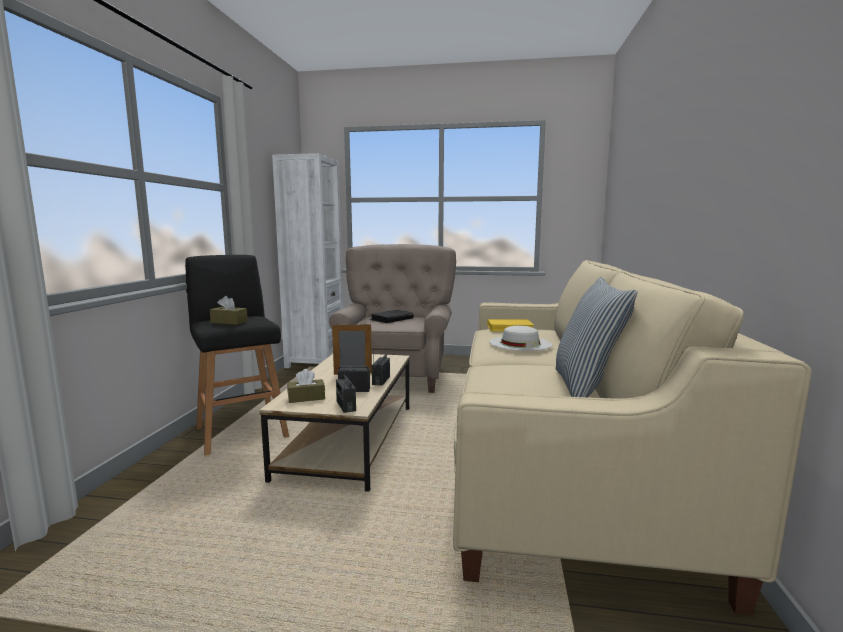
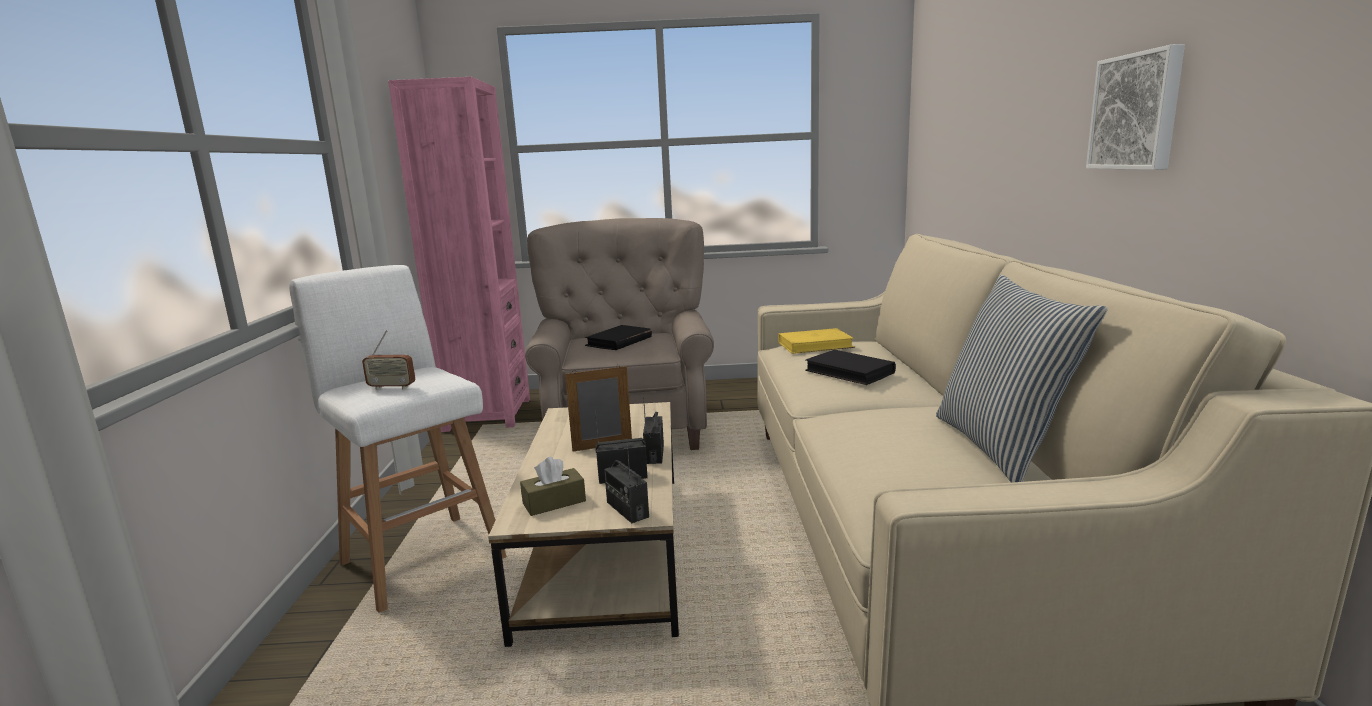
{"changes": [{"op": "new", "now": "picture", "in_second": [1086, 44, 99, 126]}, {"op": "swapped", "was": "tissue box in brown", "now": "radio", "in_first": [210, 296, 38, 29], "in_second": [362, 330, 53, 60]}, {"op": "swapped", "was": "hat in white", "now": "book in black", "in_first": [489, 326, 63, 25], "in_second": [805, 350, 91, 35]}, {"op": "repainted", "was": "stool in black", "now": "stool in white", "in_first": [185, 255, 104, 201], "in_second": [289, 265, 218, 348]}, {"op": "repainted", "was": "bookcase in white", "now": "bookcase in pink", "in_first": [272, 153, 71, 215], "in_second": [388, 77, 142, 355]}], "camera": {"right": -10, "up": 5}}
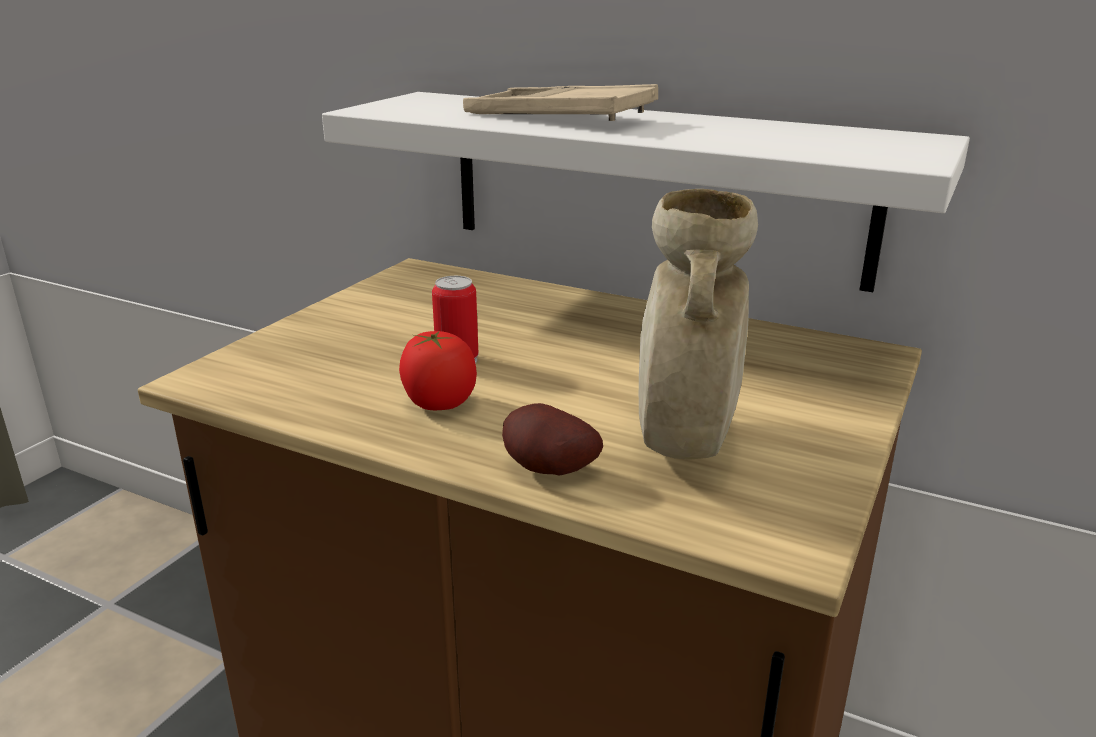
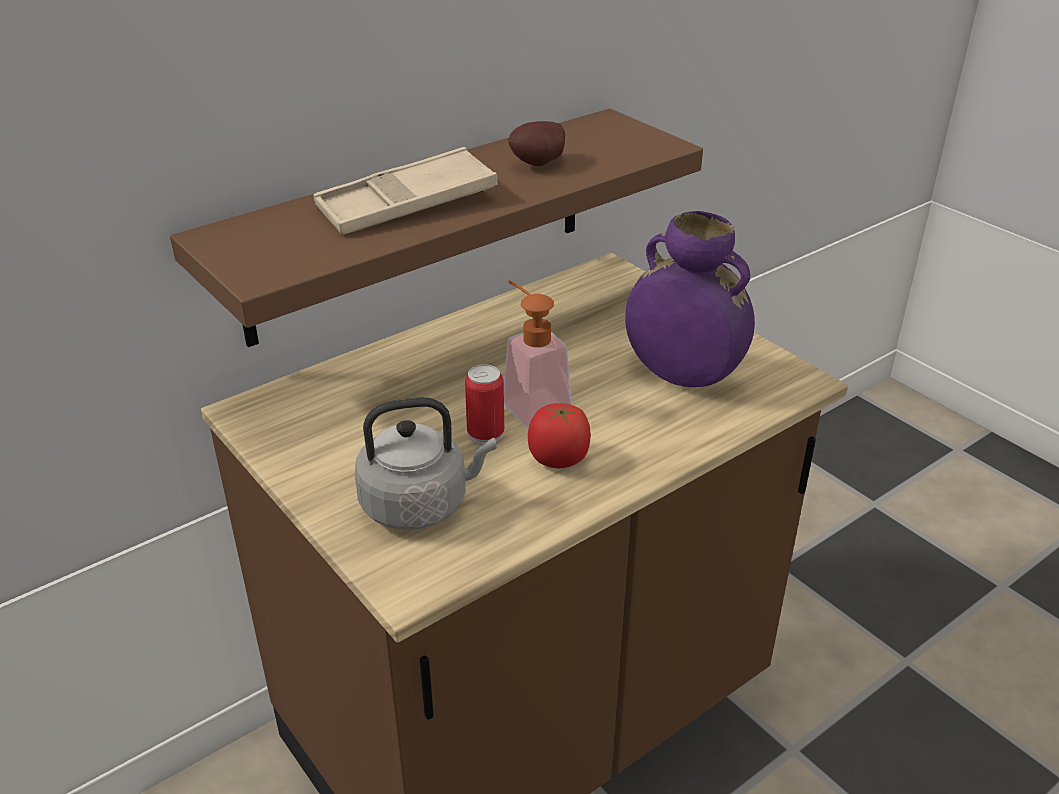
{"changes": [{"op": "new", "now": "kettle in grey", "in_second": [355, 397, 142, 133]}, {"op": "new", "now": "soap dispenser", "in_second": [504, 280, 68, 148]}, {"op": "shifted", "was": "potato", "in_first": [502, 403, 101, 73], "in_second": [508, 121, 57, 45]}, {"op": "repainted", "was": "shelf in white", "now": "shelf in brown", "in_first": [322, 92, 648, 200], "in_second": [170, 108, 533, 239]}, {"op": "repainted", "was": "vase in beige", "now": "vase in purple", "in_first": [639, 189, 119, 271], "in_second": [625, 211, 130, 176]}], "camera": {"right": -65, "up": 10}}
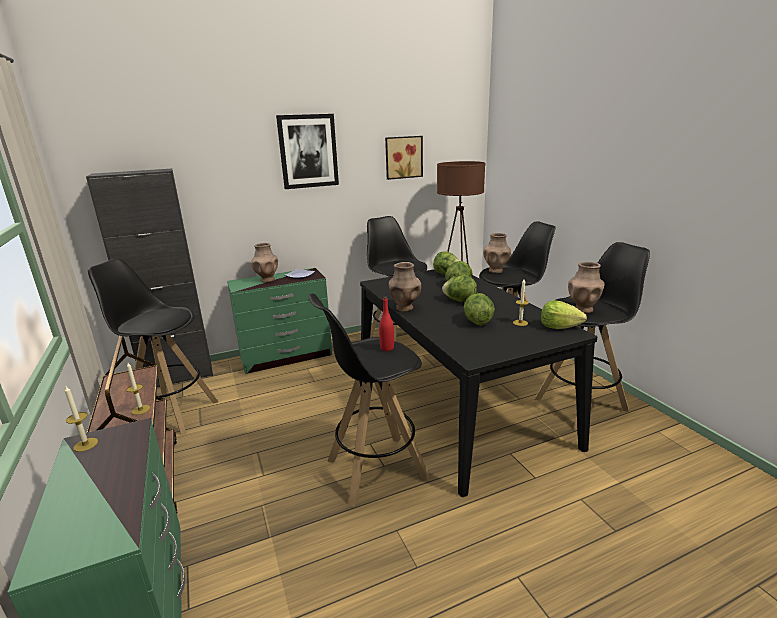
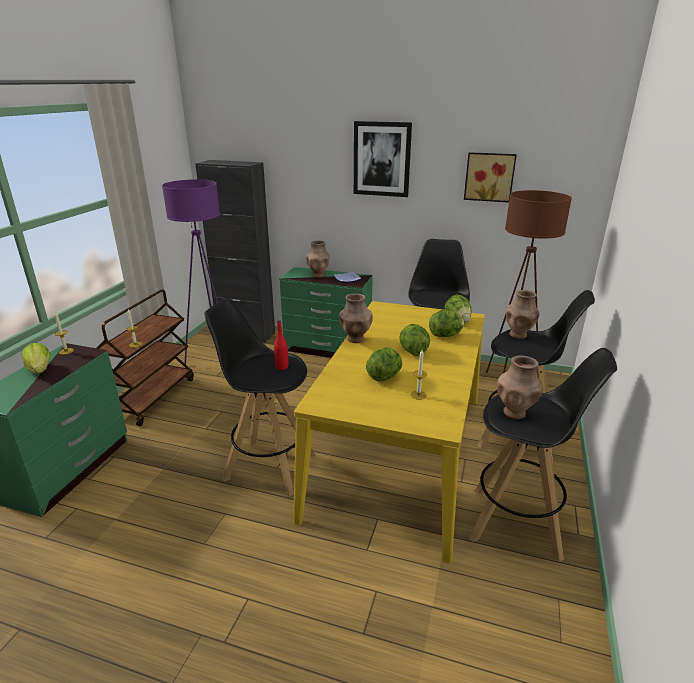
{"changes": [{"op": "shifted", "was": "lettuce", "in_first": [541, 300, 46, 29], "in_second": [22, 343, 28, 31]}, {"op": "swapped", "was": "stool in black", "now": "floor lamp in purple", "in_first": [88, 259, 130, 176], "in_second": [162, 179, 58, 185]}, {"op": "repainted", "was": "dining table in black", "now": "dining table in yellow", "in_first": [360, 269, 237, 228], "in_second": [293, 301, 192, 262]}], "camera": {"right": 40, "up": 5}}
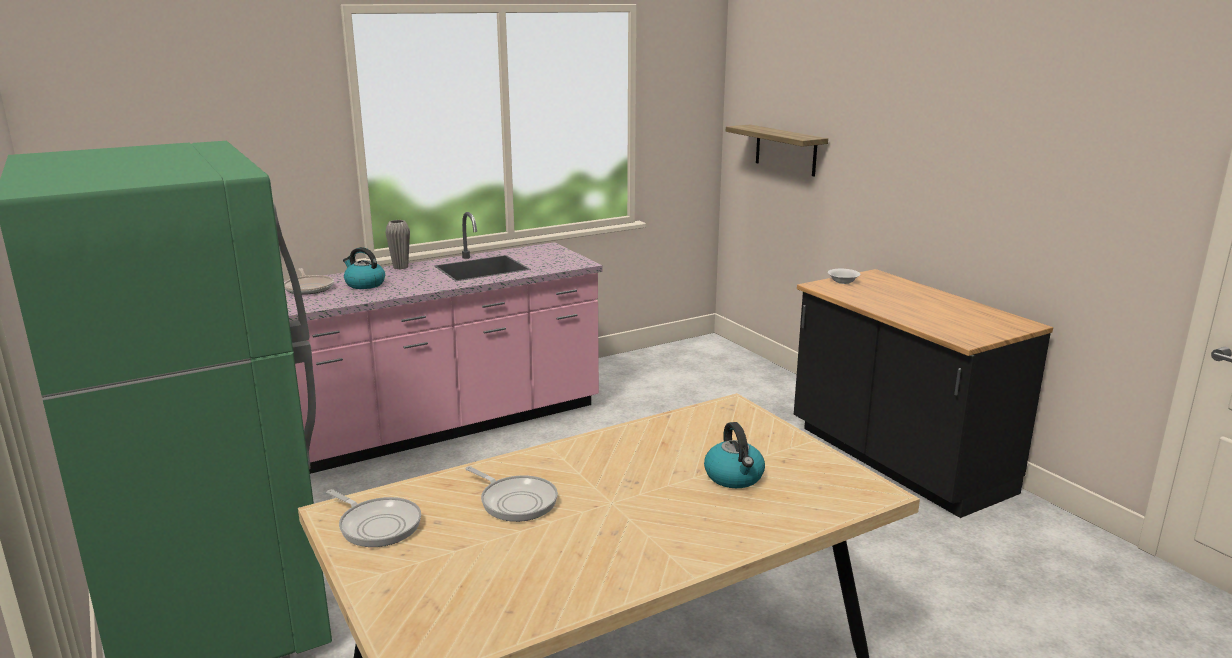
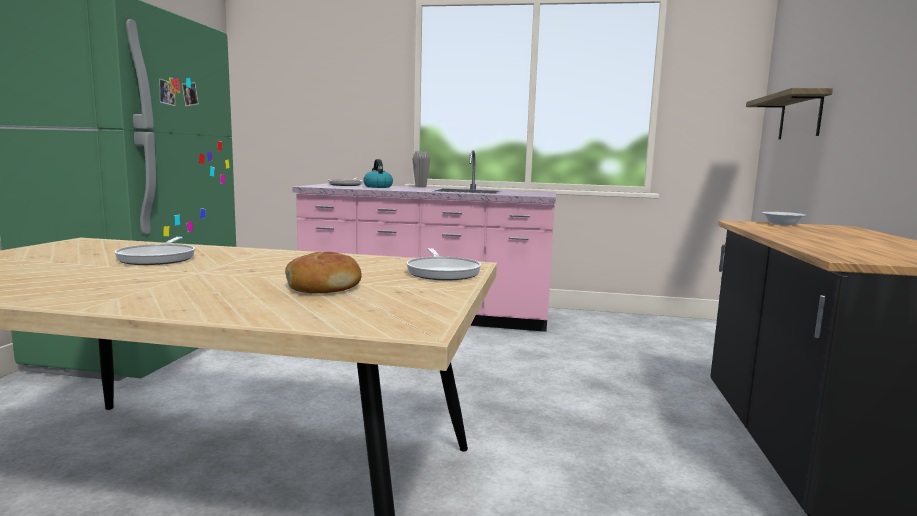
{"changes": [{"op": "shifted", "was": "frying pan", "in_first": [326, 489, 95, 58], "in_second": [406, 248, 75, 32]}, {"op": "swapped", "was": "kettle", "now": "bread", "in_first": [704, 422, 61, 66], "in_second": [285, 252, 77, 42]}], "camera": {"right": 40, "up": -10}}
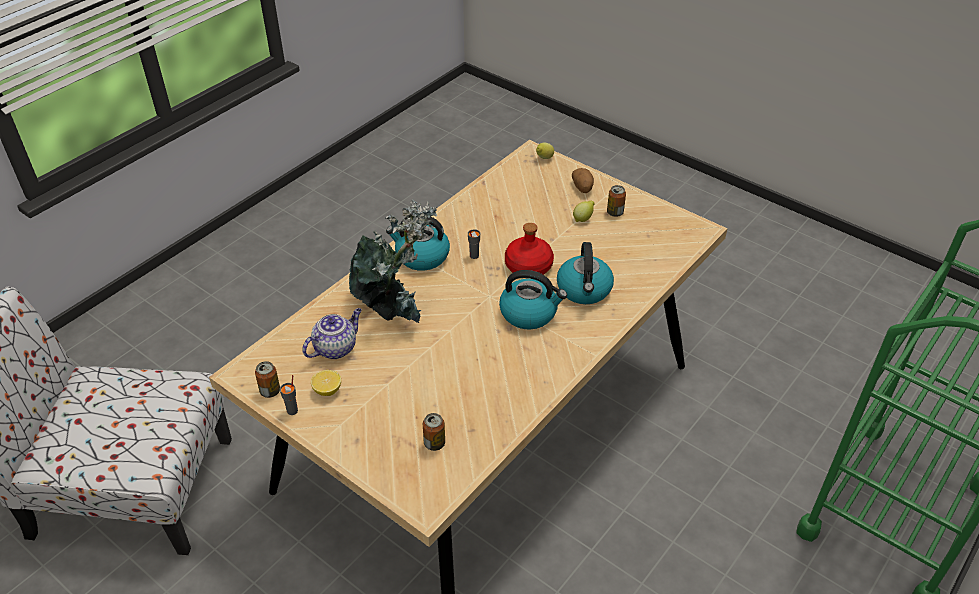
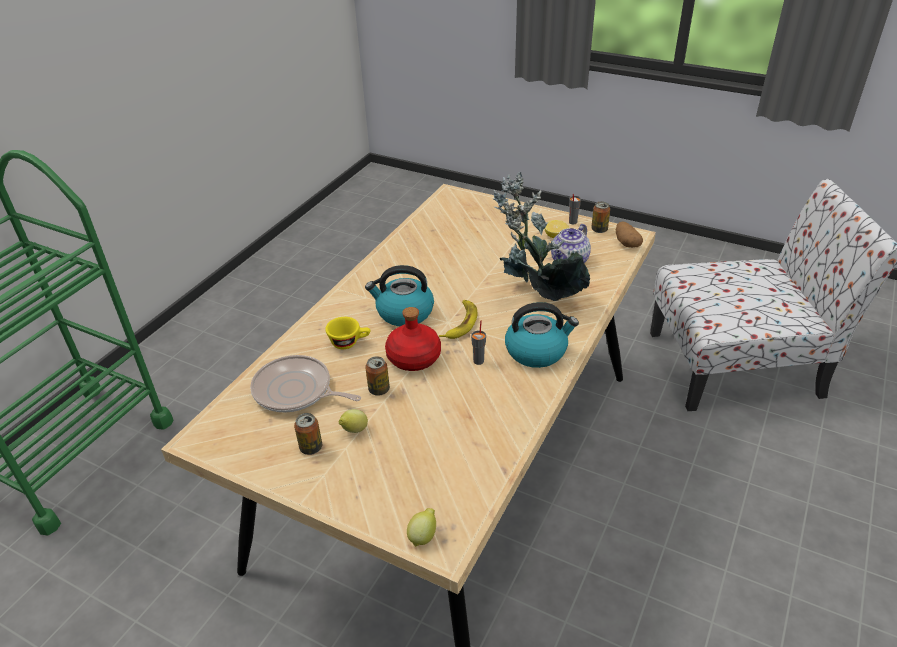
{"changes": [{"op": "new", "now": "frying pan", "in_second": [250, 355, 111, 58]}, {"op": "new", "now": "banana", "in_second": [439, 300, 38, 39]}, {"op": "shifted", "was": "can", "in_first": [423, 413, 22, 38], "in_second": [365, 356, 25, 40]}, {"op": "shifted", "was": "potato", "in_first": [572, 168, 22, 25], "in_second": [616, 221, 27, 27]}, {"op": "swapped", "was": "kettle", "now": "cup in yellow", "in_first": [557, 242, 57, 62], "in_second": [325, 317, 45, 32]}], "camera": {"right": 170, "up": -5}}
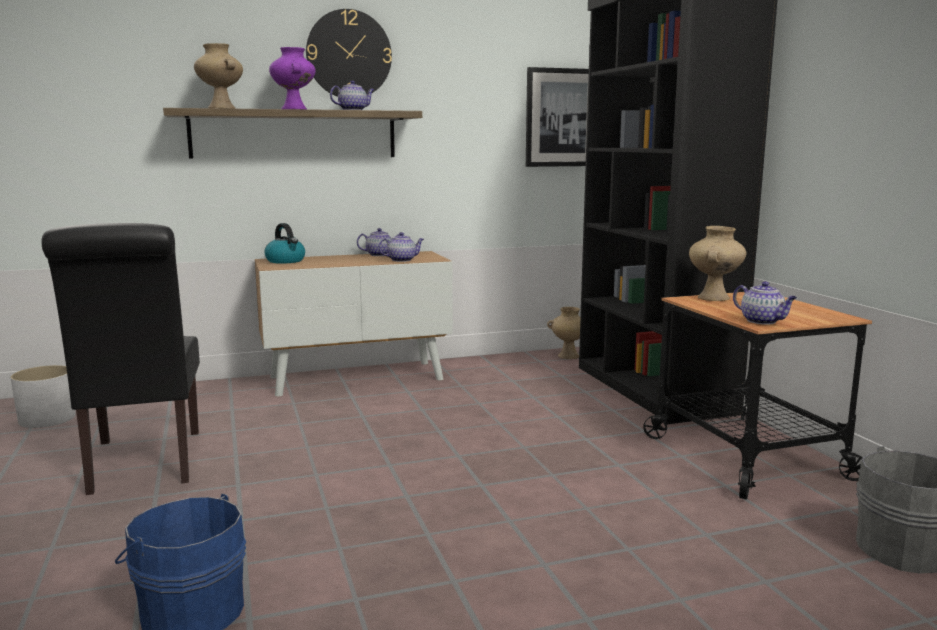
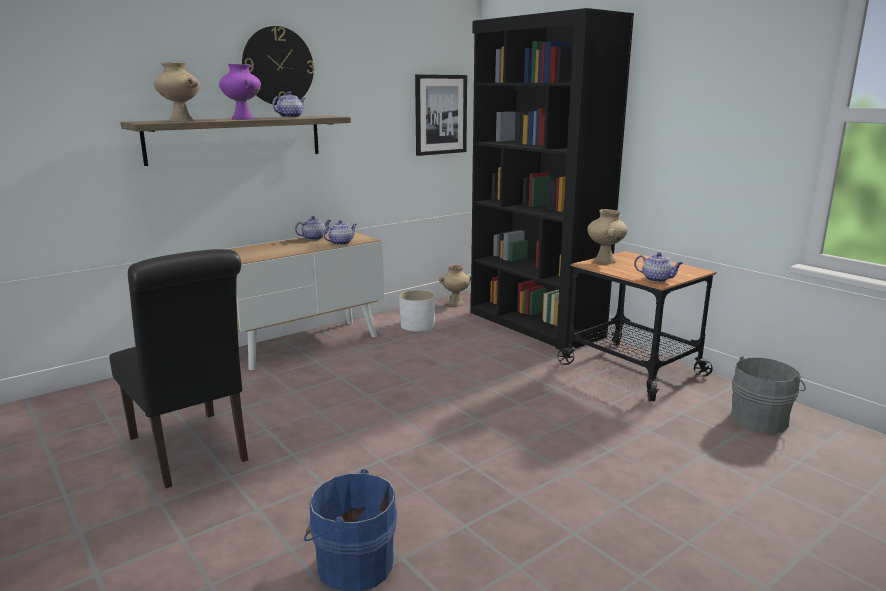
{"changes": [{"op": "gone", "was": "kettle", "in_first": [265, 223, 40, 41]}, {"op": "shifted", "was": "planter in white", "in_first": [11, 365, 65, 63], "in_second": [399, 290, 36, 42]}], "camera": {"right": -20, "up": 5}}
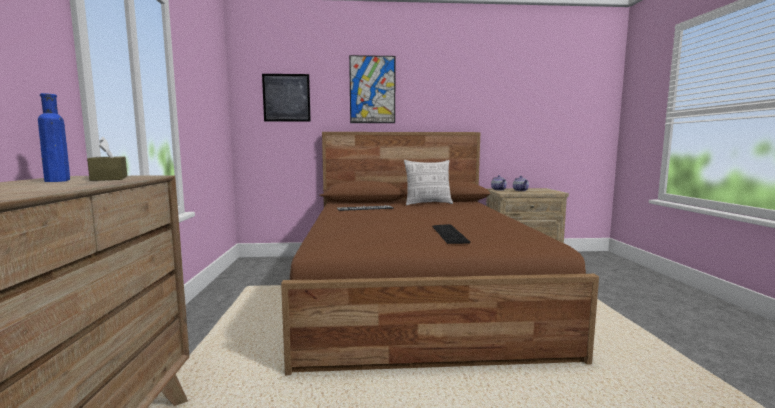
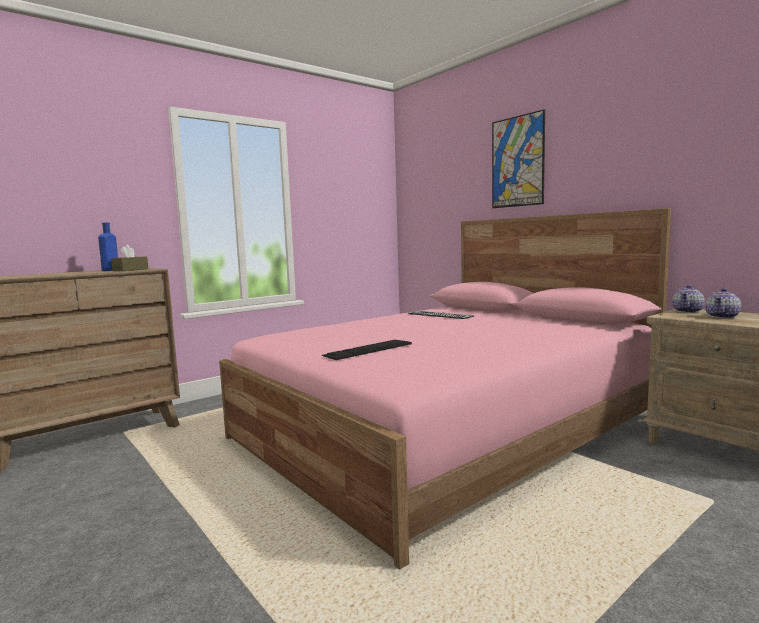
{"changes": [{"op": "gone", "was": "picture", "in_first": [262, 74, 49, 48]}, {"op": "gone", "was": "pillow", "in_first": [404, 160, 49, 45]}, {"op": "repainted", "was": "bed in brown", "now": "bed in pink", "in_first": [281, 132, 318, 243], "in_second": [219, 208, 452, 361]}], "camera": {"right": 55, "up": 0}}
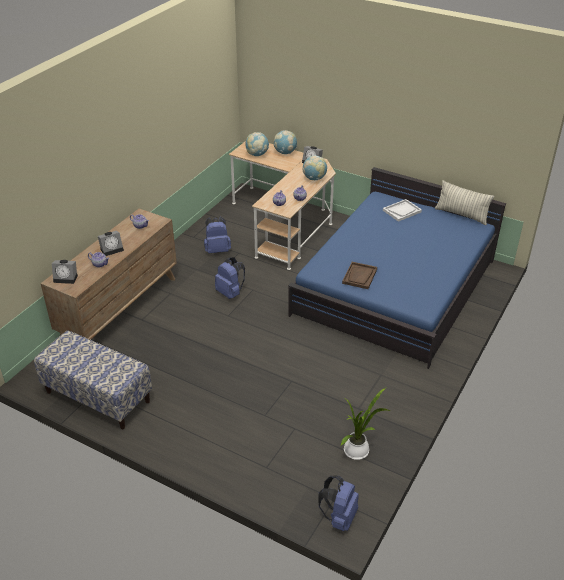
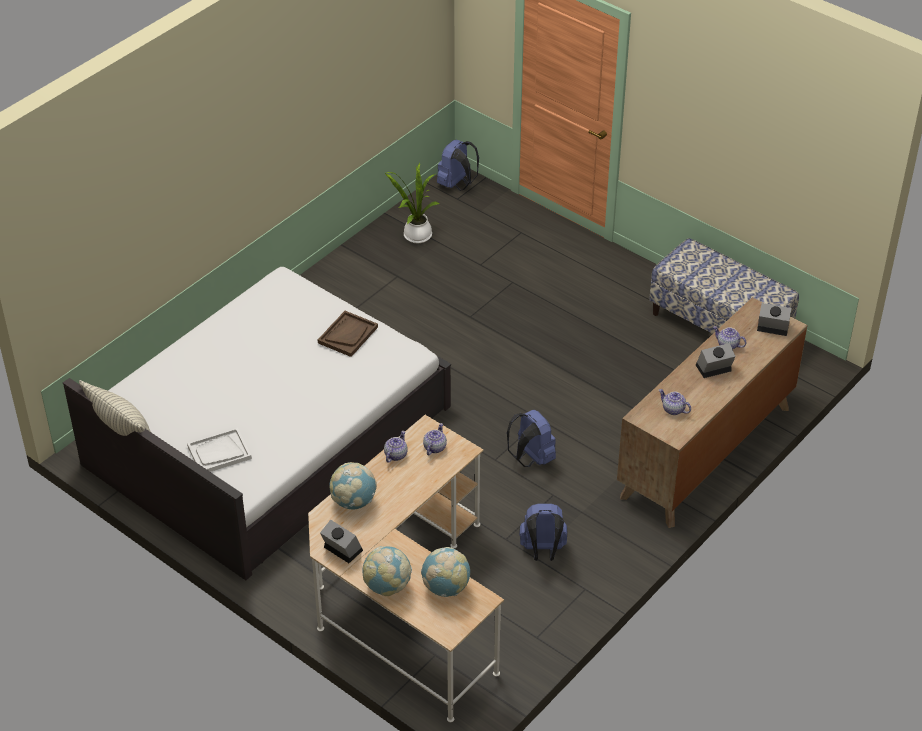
{"changes": [{"op": "repainted", "was": "bed in blue", "now": "bed in white", "in_first": [288, 167, 218, 202], "in_second": [63, 267, 388, 313]}], "camera": {"right": -170, "up": 5}}
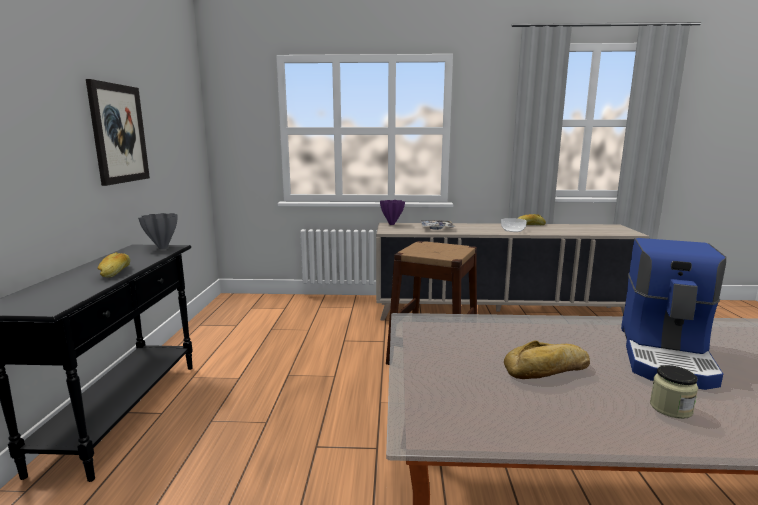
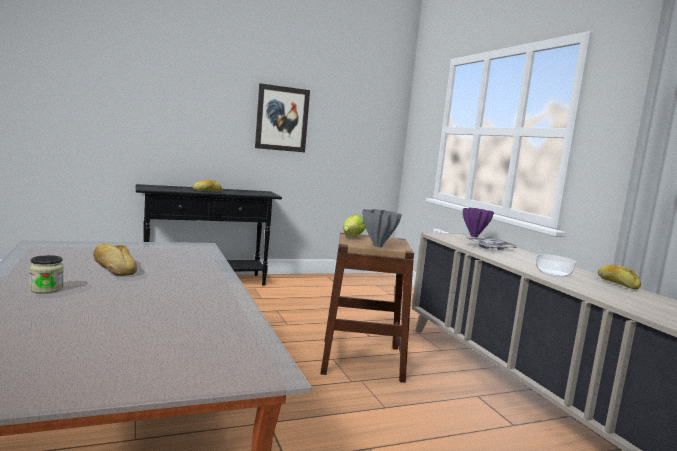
{"changes": [{"op": "gone", "was": "coffee machine", "in_first": [621, 238, 106, 152]}, {"op": "new", "now": "lettuce", "in_second": [343, 214, 23, 22]}, {"op": "shifted", "was": "vase in grey", "in_first": [138, 213, 39, 36], "in_second": [363, 209, 39, 38]}], "camera": {"right": 65, "up": -5}}
